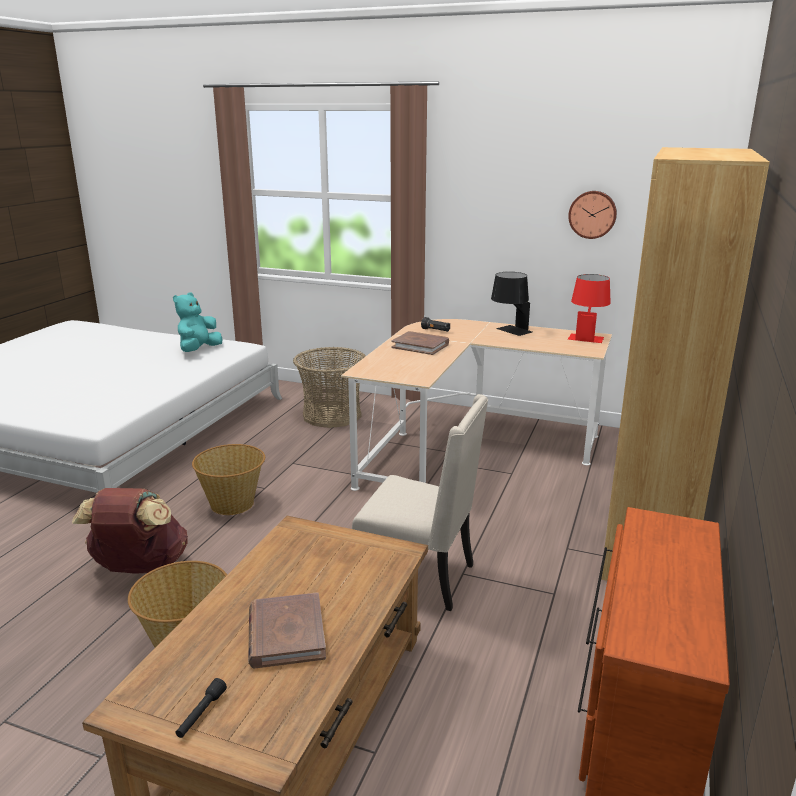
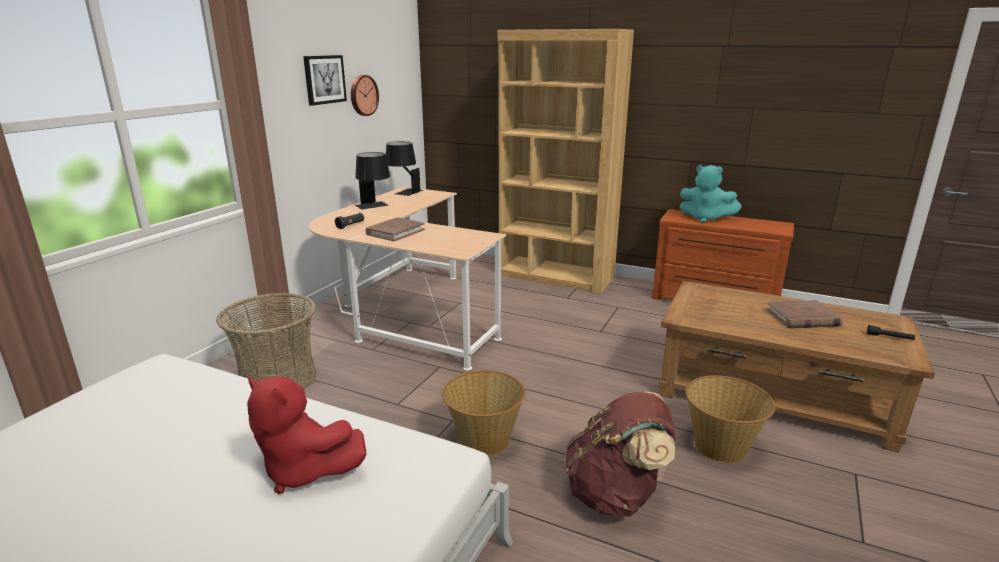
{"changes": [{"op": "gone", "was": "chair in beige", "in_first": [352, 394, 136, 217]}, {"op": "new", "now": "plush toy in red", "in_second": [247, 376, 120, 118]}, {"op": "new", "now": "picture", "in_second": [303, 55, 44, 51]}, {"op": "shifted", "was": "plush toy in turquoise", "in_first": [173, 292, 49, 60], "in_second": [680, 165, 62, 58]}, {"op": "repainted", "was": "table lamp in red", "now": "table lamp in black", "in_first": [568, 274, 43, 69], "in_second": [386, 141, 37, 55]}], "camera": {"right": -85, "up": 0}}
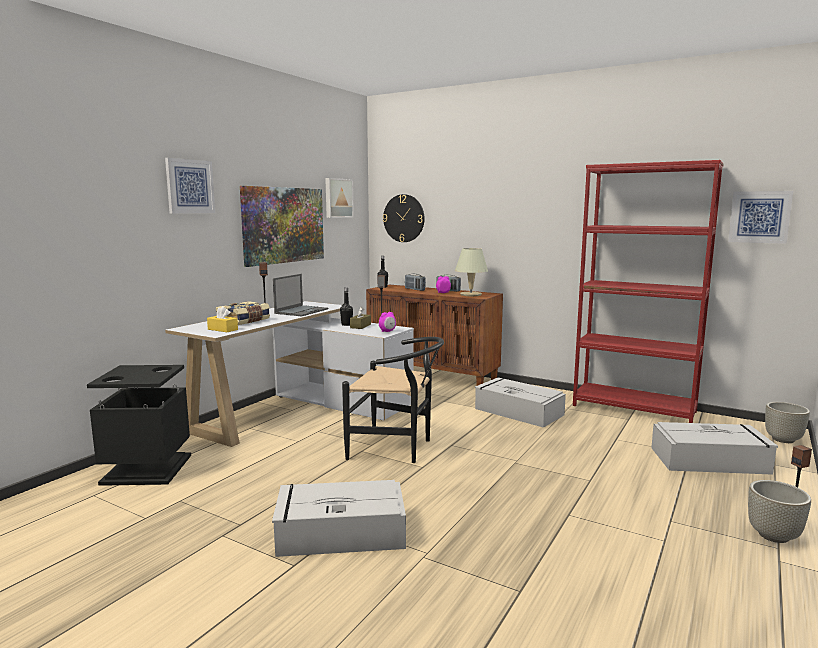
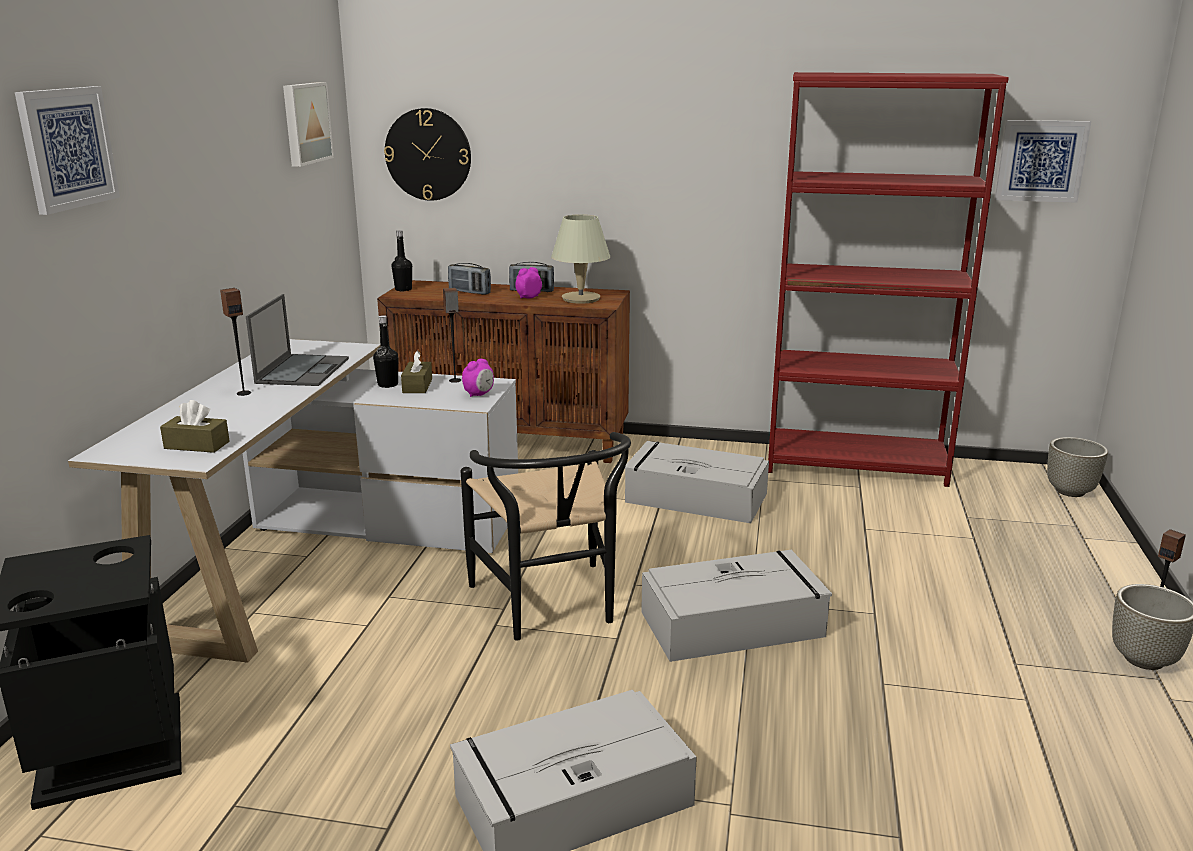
{"changes": [{"op": "gone", "was": "book", "in_first": [216, 301, 54, 24]}, {"op": "gone", "was": "picture", "in_first": [240, 186, 84, 81]}, {"op": "shifted", "was": "storage box in grey", "in_first": [651, 422, 127, 53], "in_second": [641, 550, 191, 112]}, {"op": "repainted", "was": "tissue box in yellow", "now": "tissue box in brown", "in_first": [207, 306, 31, 26], "in_second": [160, 400, 70, 53]}, {"op": "rotated", "was": "chair in black", "in_first": [342, 337, 102, 126], "in_second": [461, 432, 170, 209], "clockwise": 75}], "camera": {"right": -20, "up": 10}}
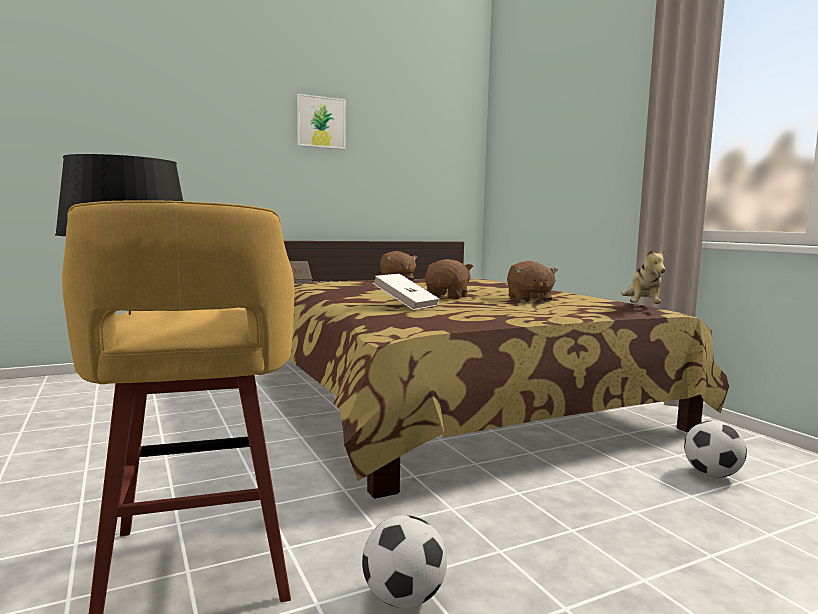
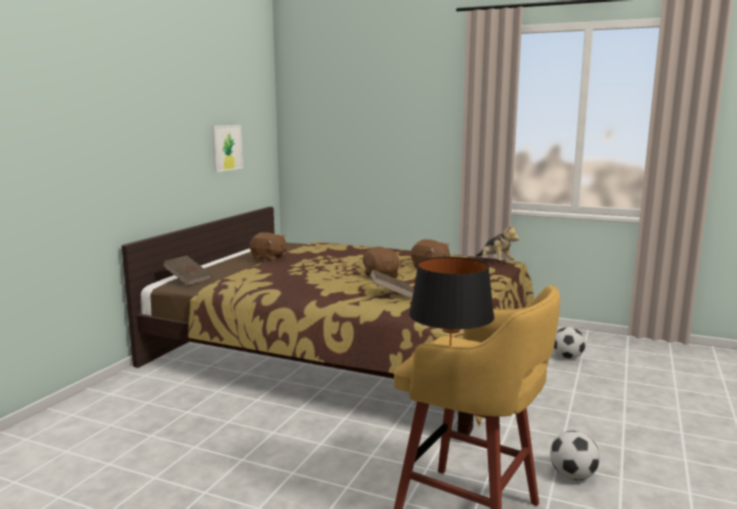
{"changes": [{"op": "shifted", "was": "picture", "in_first": [297, 94, 49, 56], "in_second": [212, 125, 31, 47]}, {"op": "repainted", "was": "book in white", "now": "book in brown", "in_first": [373, 274, 66, 36], "in_second": [370, 269, 44, 30]}], "camera": {"right": -40, "up": 5}}
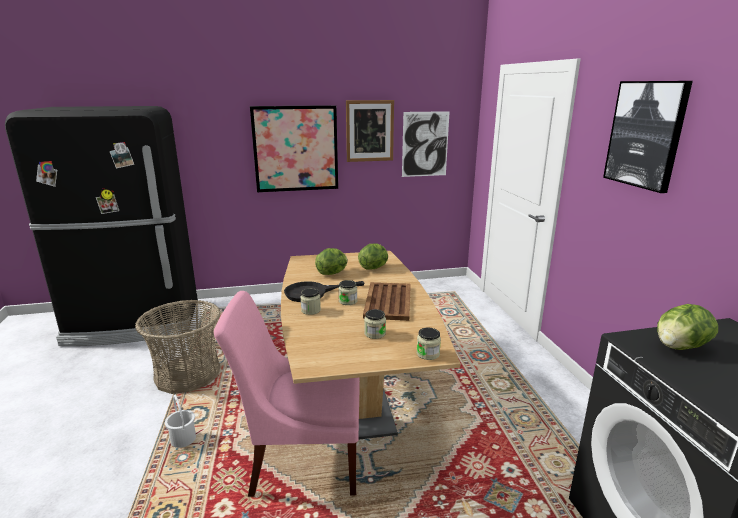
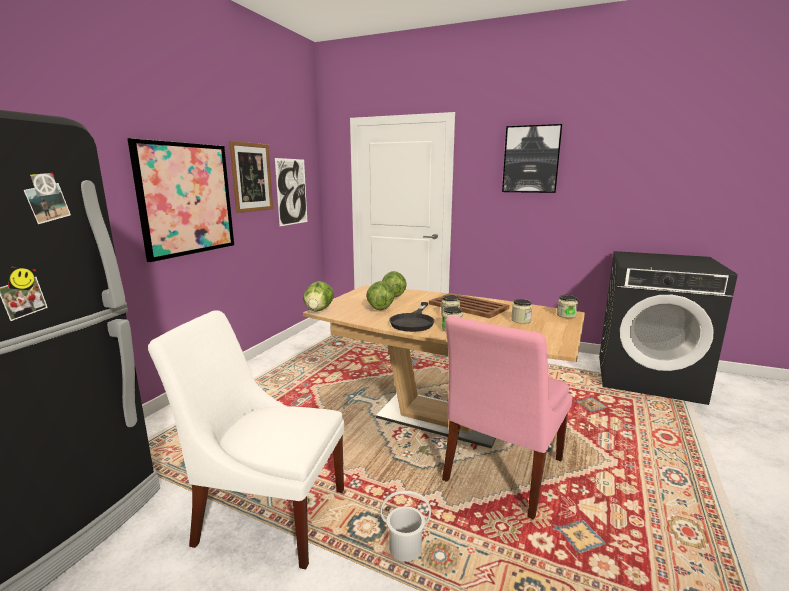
{"changes": [{"op": "shifted", "was": "lettuce", "in_first": [657, 304, 61, 46], "in_second": [303, 281, 31, 31]}, {"op": "swapped", "was": "basket", "now": "chair in white", "in_first": [135, 300, 85, 94], "in_second": [148, 310, 196, 259]}], "camera": {"right": -55, "up": -5}}
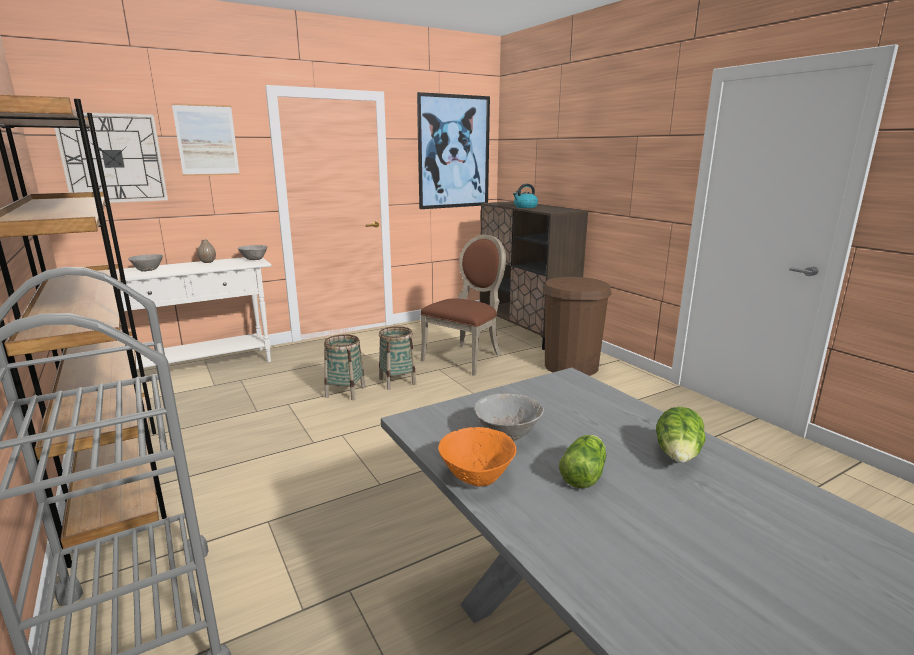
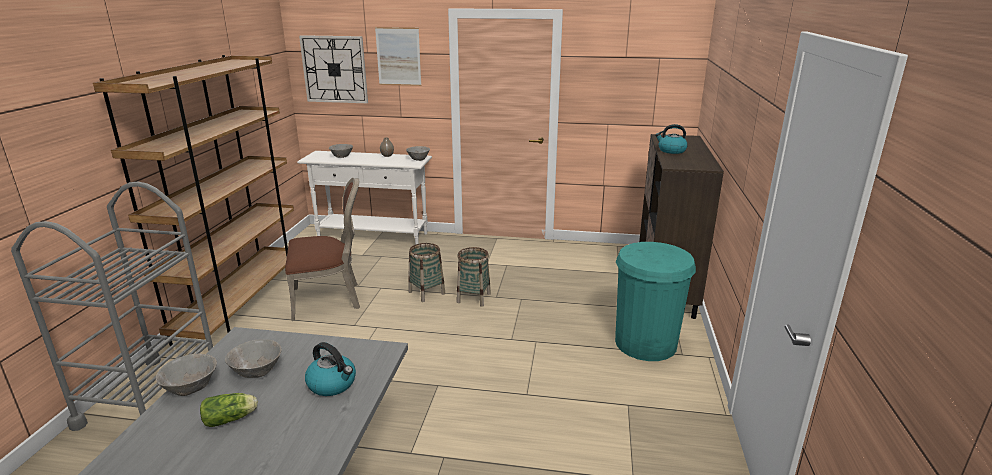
{"changes": [{"op": "gone", "was": "picture", "in_first": [417, 92, 73, 117]}, {"op": "gone", "was": "lettuce", "in_first": [656, 407, 50, 56]}, {"op": "new", "now": "kettle", "in_second": [305, 342, 51, 54]}, {"op": "shifted", "was": "chair in brown", "in_first": [420, 234, 86, 142], "in_second": [285, 178, 75, 143]}, {"op": "repainted", "was": "bowl in orange", "now": "bowl in grey", "in_first": [438, 427, 78, 60], "in_second": [156, 354, 61, 42]}, {"op": "repainted", "was": "trash can in brown", "now": "trash can in turquoise", "in_first": [543, 277, 68, 99], "in_second": [615, 242, 81, 119]}], "camera": {"right": 40, "up": 5}}
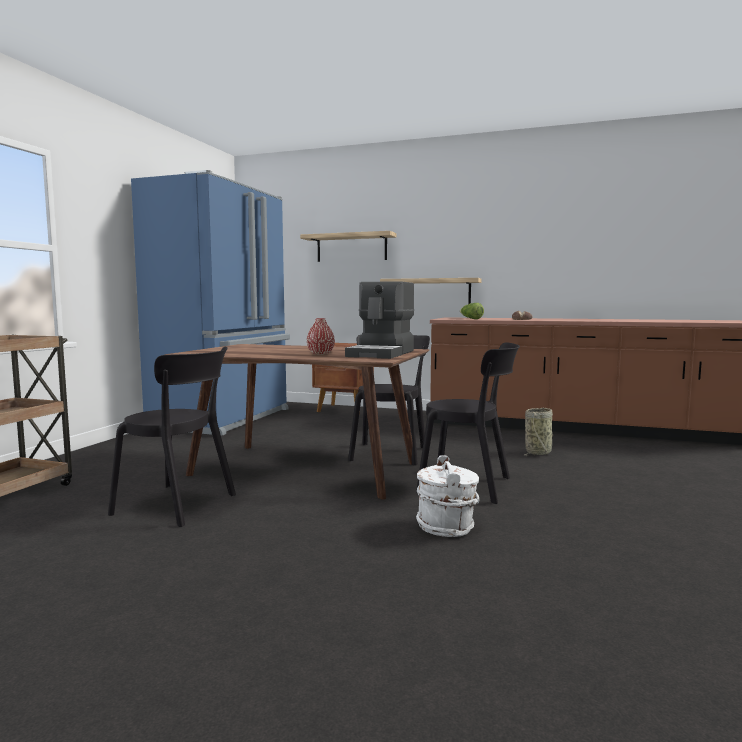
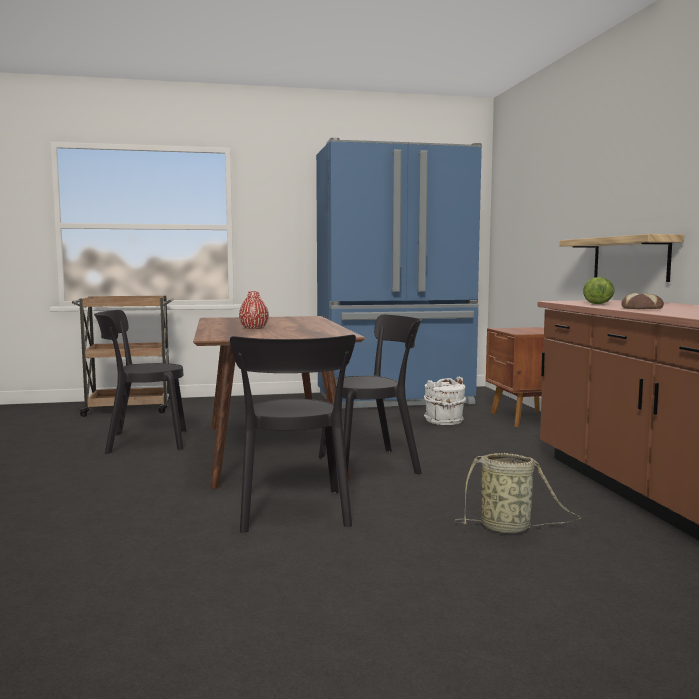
{"changes": [{"op": "gone", "was": "shelf", "in_first": [300, 231, 96, 31]}, {"op": "gone", "was": "coffee machine", "in_first": [345, 281, 70, 78]}, {"op": "shifted", "was": "bucket in white", "in_first": [416, 455, 63, 82], "in_second": [424, 377, 42, 48]}, {"op": "rotated", "was": "chair in black", "in_first": [108, 347, 128, 180], "in_second": [94, 310, 93, 144], "clockwise": 90}], "camera": {"right": 60, "up": 0}}
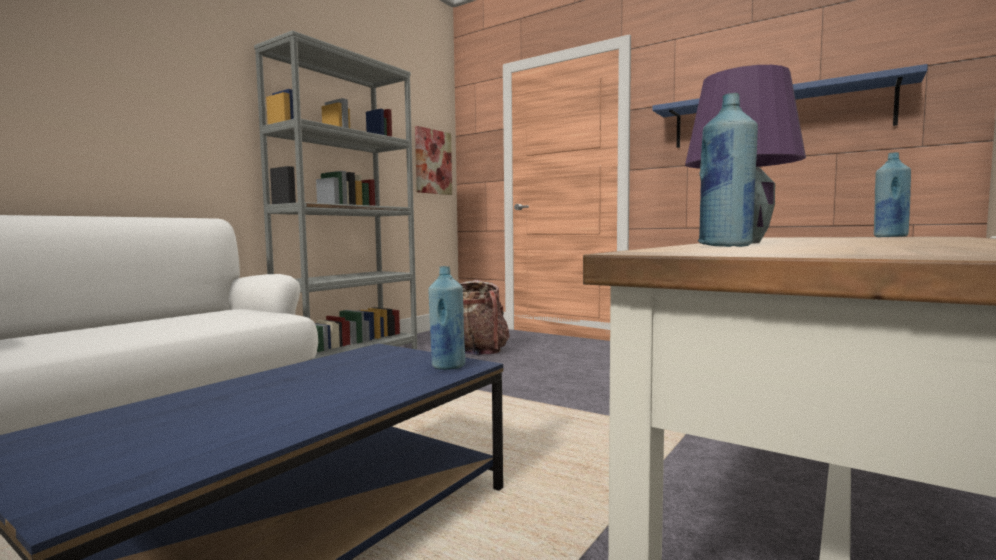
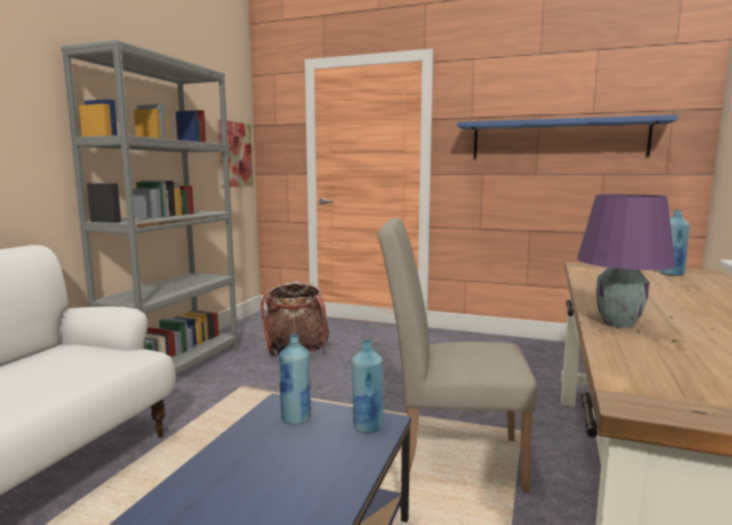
{"changes": [{"op": "new", "now": "chair in beige", "in_second": [377, 218, 160, 275]}, {"op": "shifted", "was": "bottle in blue", "in_first": [698, 93, 60, 154], "in_second": [279, 334, 32, 91]}], "camera": {"right": -15, "up": 5}}
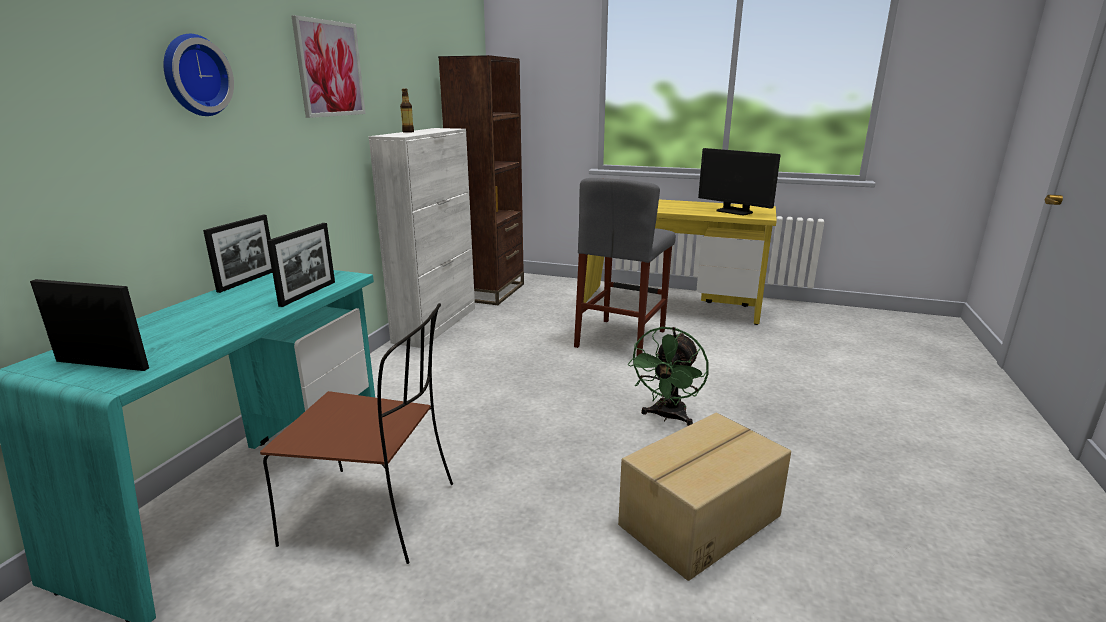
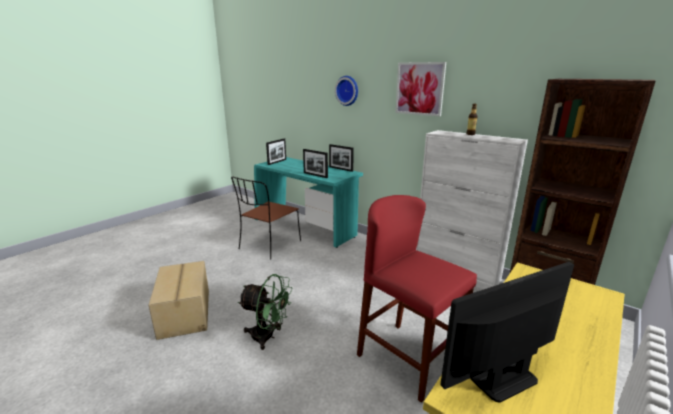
{"changes": [{"op": "repainted", "was": "stool in grey", "now": "stool in red", "in_first": [574, 178, 102, 178], "in_second": [357, 195, 120, 208]}, {"op": "rotated", "was": "fan in green", "in_first": [628, 327, 81, 99], "in_second": [238, 274, 54, 76], "clockwise": 150}], "camera": {"right": 110, "up": 0}}
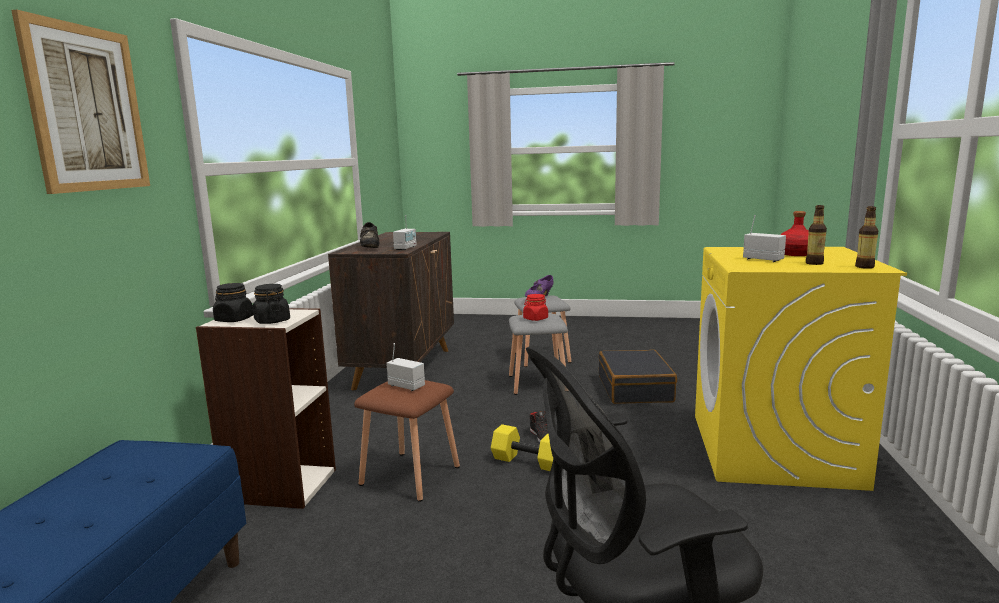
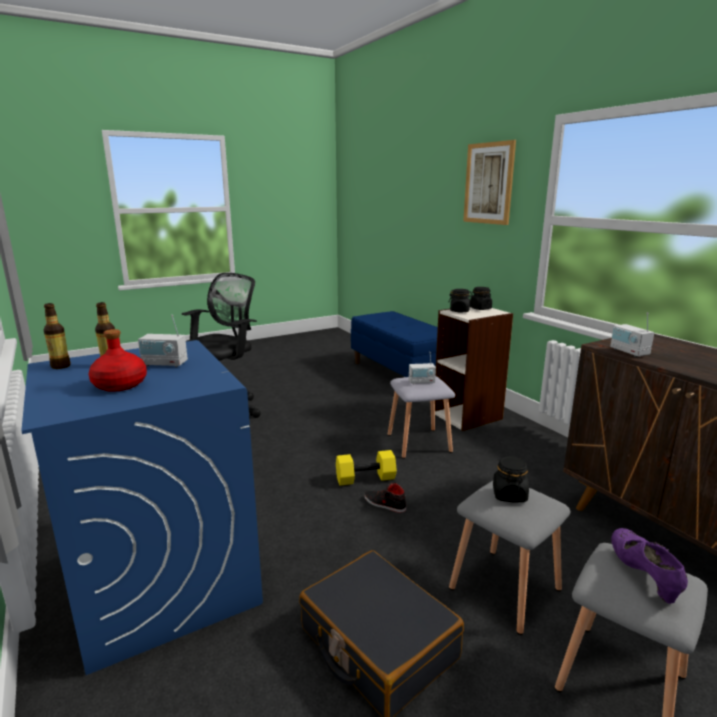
{"changes": [{"op": "gone", "was": "shoe in black", "in_first": [360, 222, 19, 26]}, {"op": "repainted", "was": "stool in brown", "now": "stool in grey", "in_first": [354, 380, 106, 122], "in_second": [388, 376, 67, 83]}, {"op": "repainted", "was": "jar in red", "now": "jar in black", "in_first": [523, 294, 25, 27], "in_second": [493, 456, 36, 47]}, {"op": "repainted", "was": "washing machine in yellow", "now": "washing machine in blue", "in_first": [695, 247, 212, 244], "in_second": [21, 340, 242, 335]}], "camera": {"right": 140, "up": 5}}
